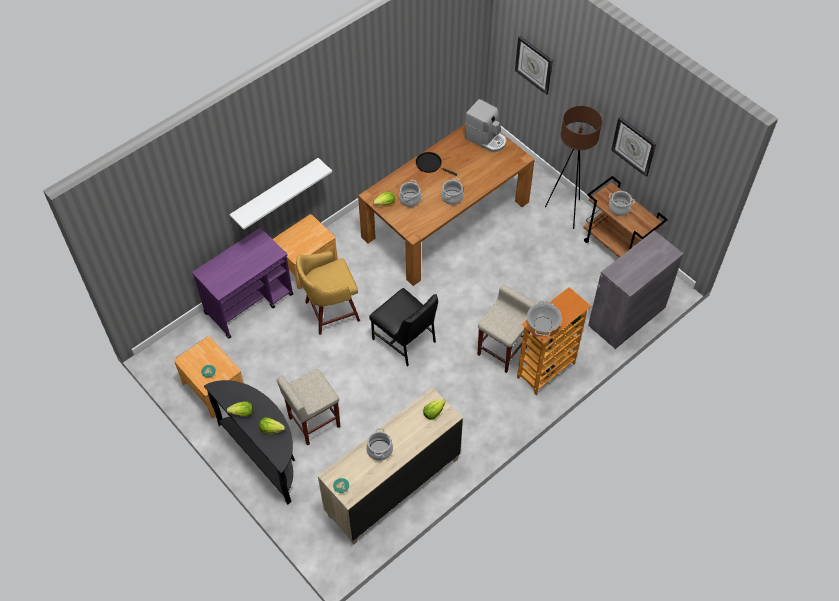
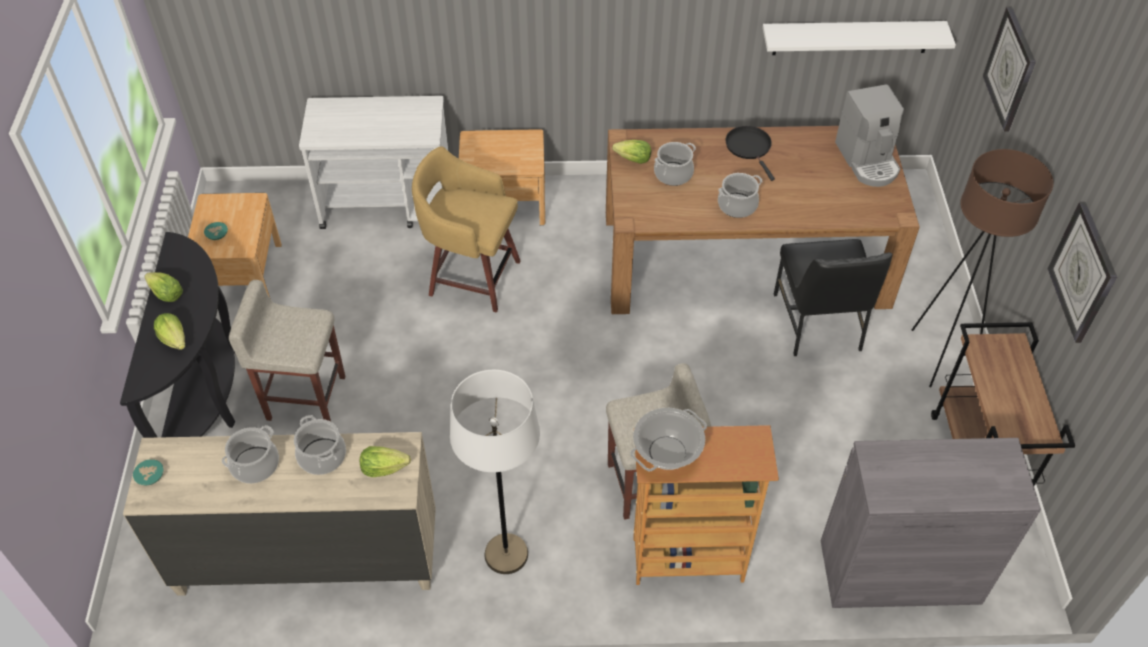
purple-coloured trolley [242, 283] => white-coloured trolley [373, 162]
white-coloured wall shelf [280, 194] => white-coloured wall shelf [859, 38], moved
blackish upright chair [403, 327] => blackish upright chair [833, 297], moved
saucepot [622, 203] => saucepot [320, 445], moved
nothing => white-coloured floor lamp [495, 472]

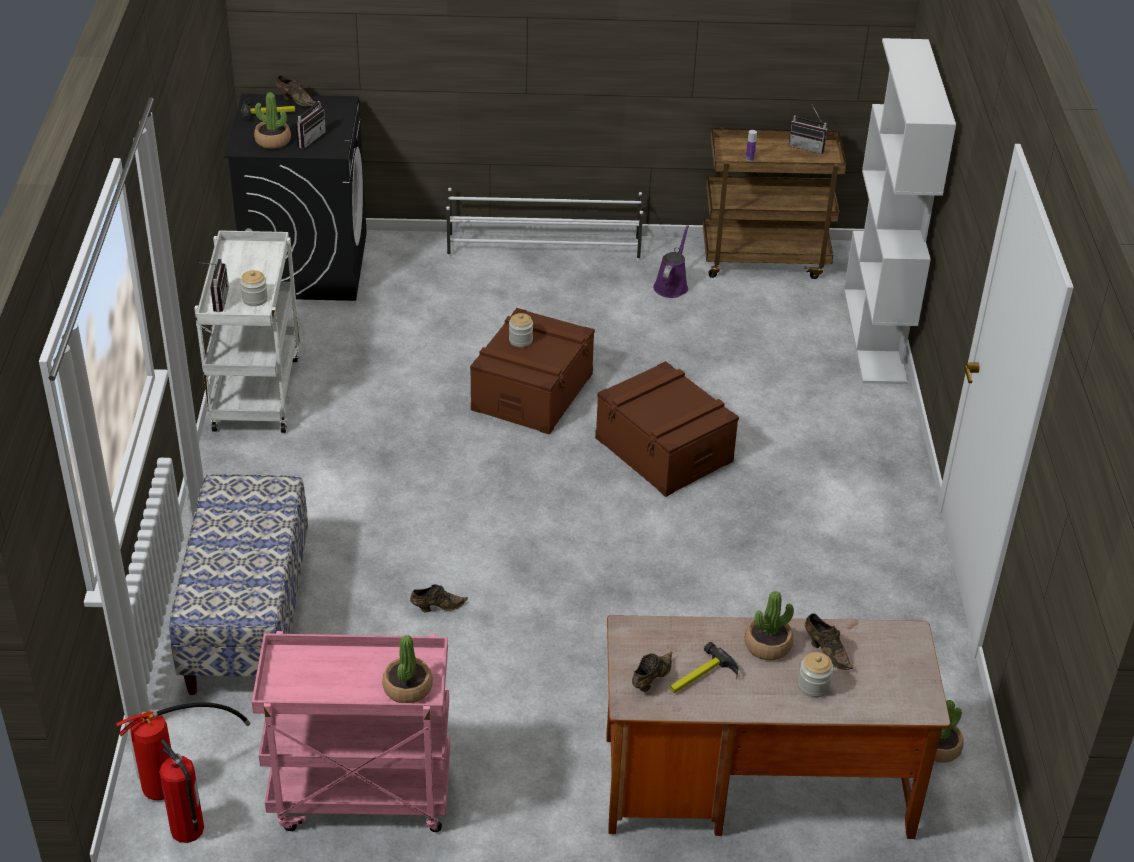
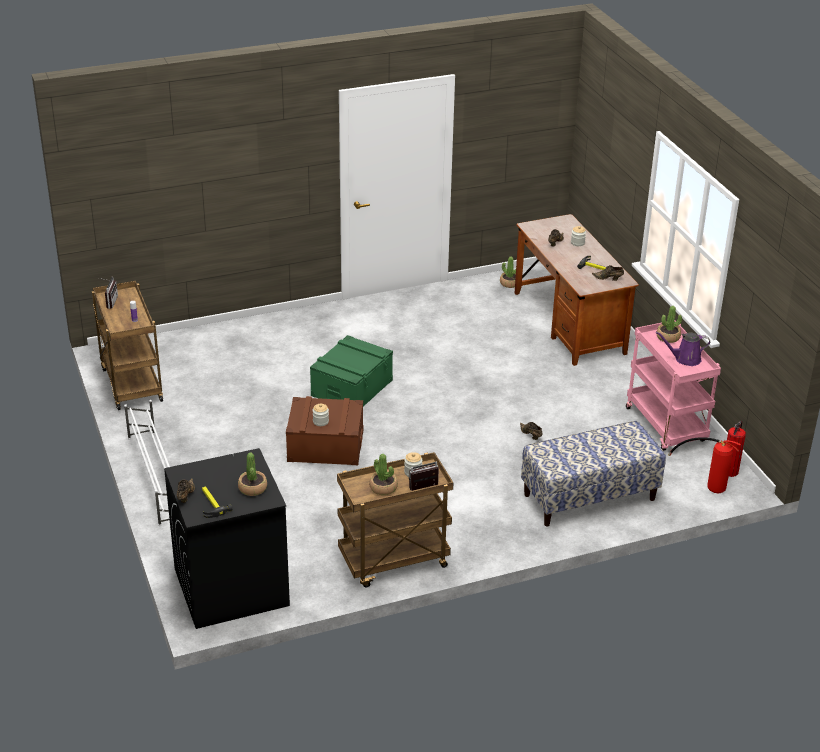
white-coloured trolley [247, 331] => brownish trolley [395, 520]
radio [310, 123] => nothing
brownish storage bin [667, 429] => green storage bin [351, 371]
purple-coloured watering pot [671, 261] => purple-coloured watering pot [683, 349], moved
plant in a pot [769, 625] => plant in a pot [384, 474], moved
white-coloured shelving unit [900, 211] => nothing

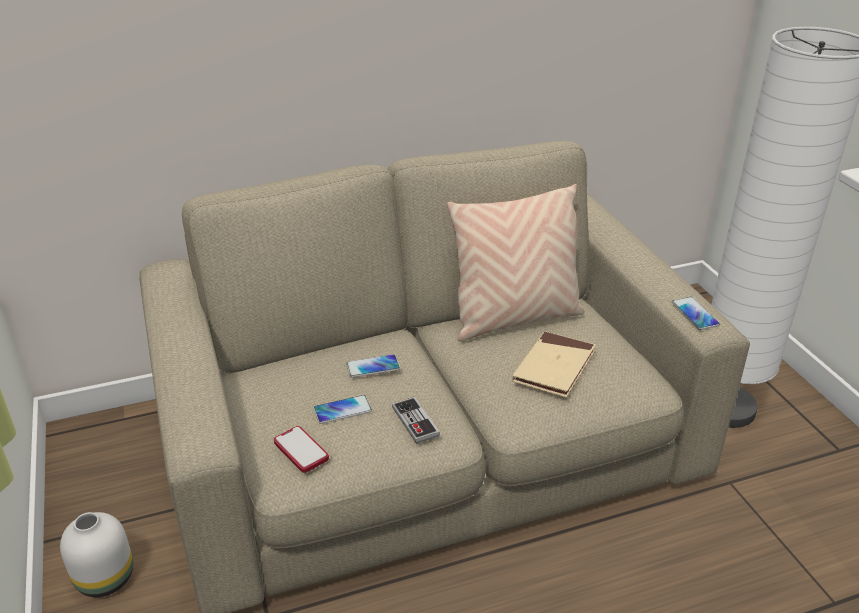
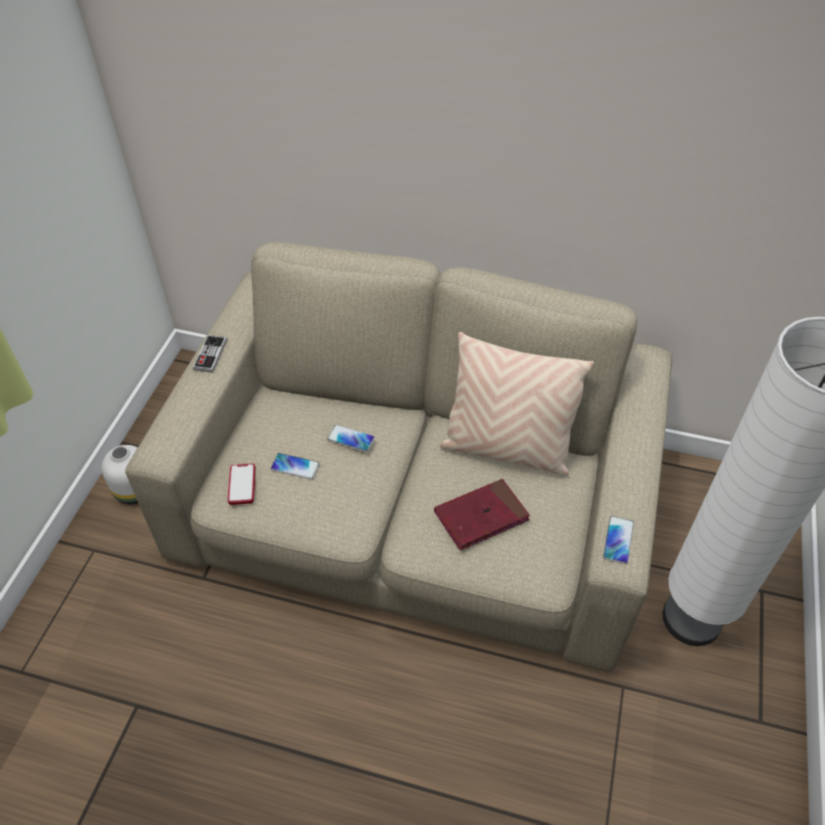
joypad [416, 420] => joypad [210, 354], moved
sand-coloured book [554, 364] => red book [482, 515]

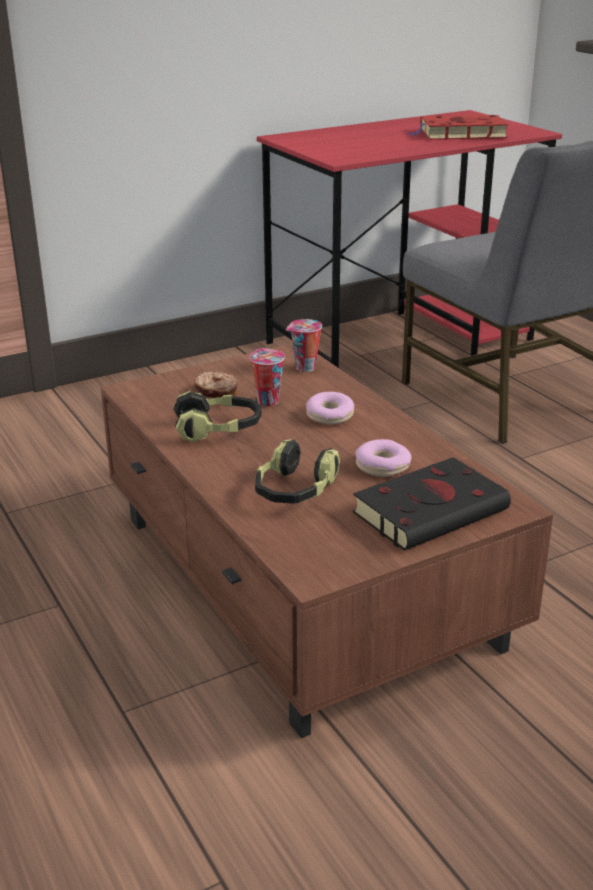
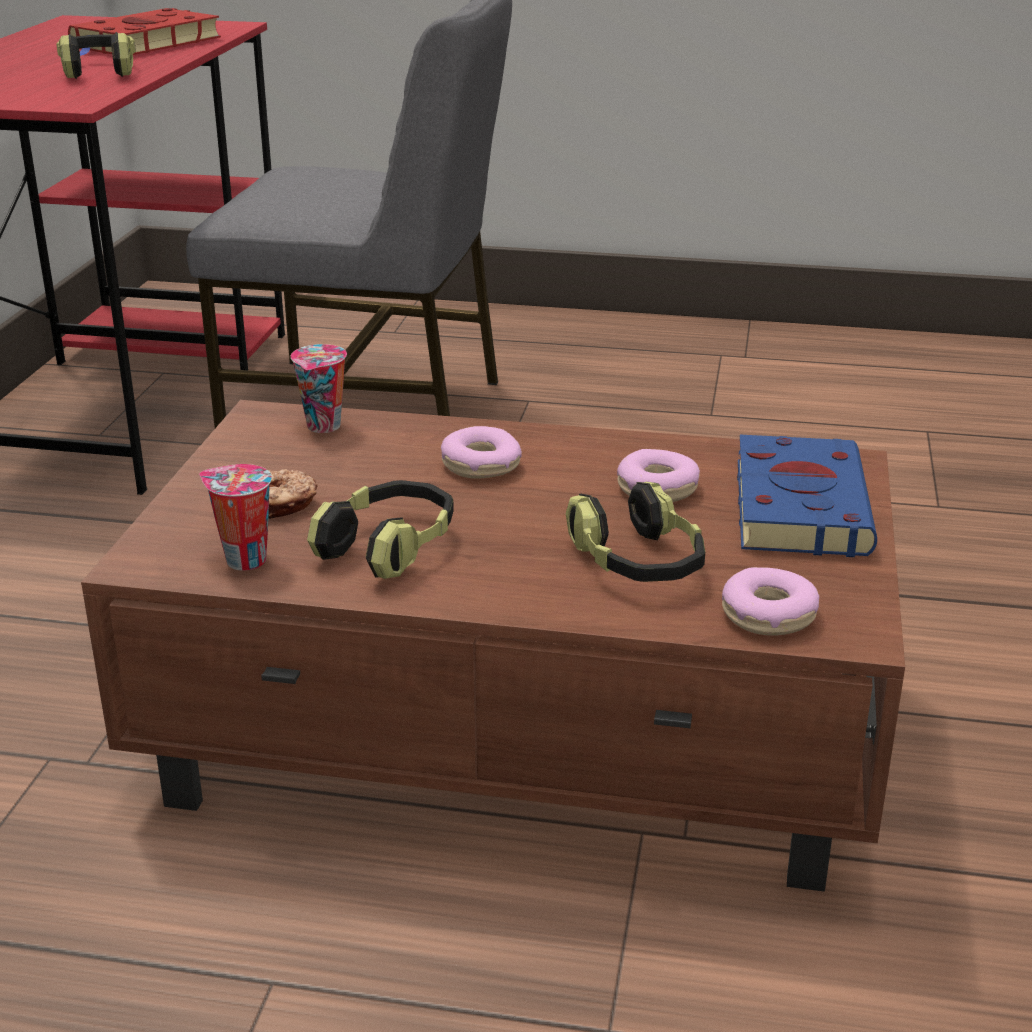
drinking cup [267, 377] => drinking cup [235, 517], moved
blackish book [432, 504] => blue book [807, 496]
nothing => pair of headphones [96, 55]
nothing => ring doughnut [770, 601]

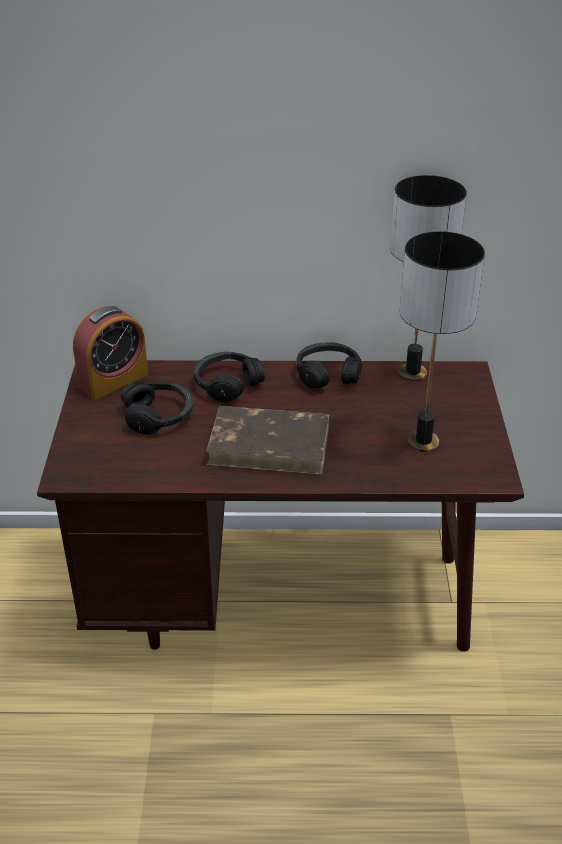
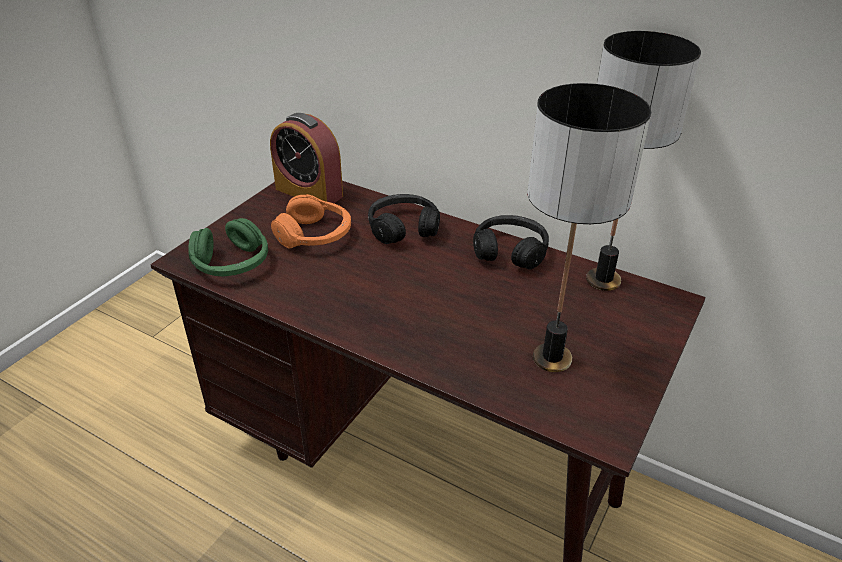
bedside clock [110, 353] => bedside clock [306, 158], 45 degrees clockwise
blackish pair of headphones [157, 408] => orange pair of headphones [311, 221]
brownish book [268, 440] => nothing
nothing => green pair of headphones [228, 247]

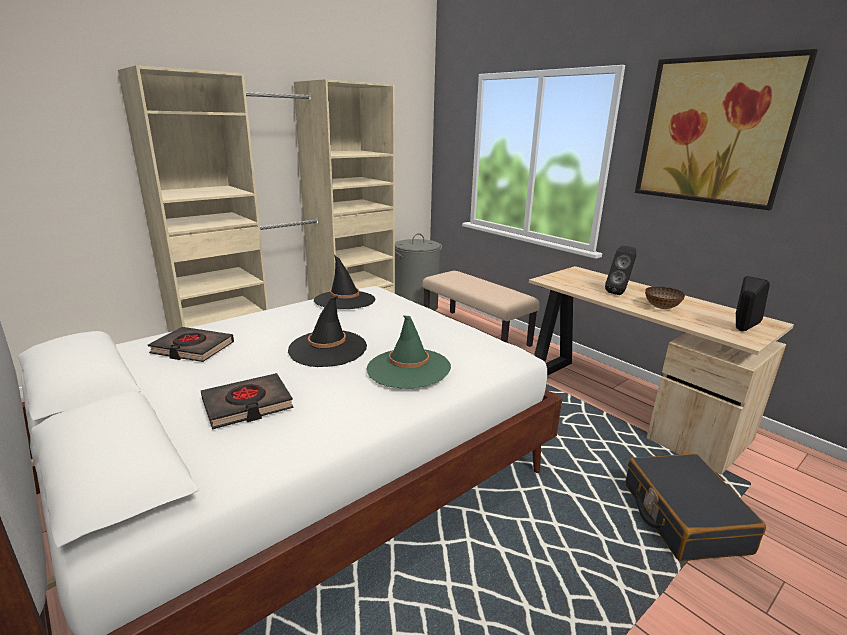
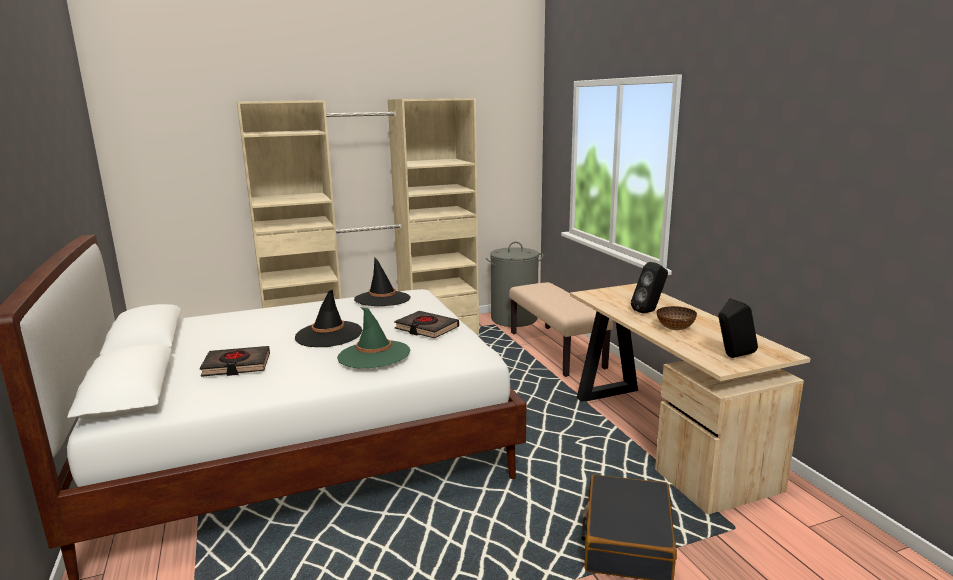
blackish book [191, 344] => blackish book [426, 324], moved
picture [726, 129] => nothing

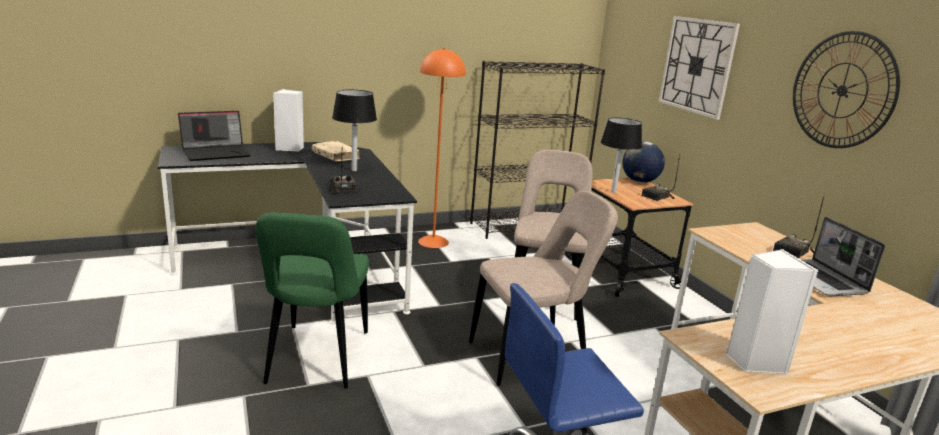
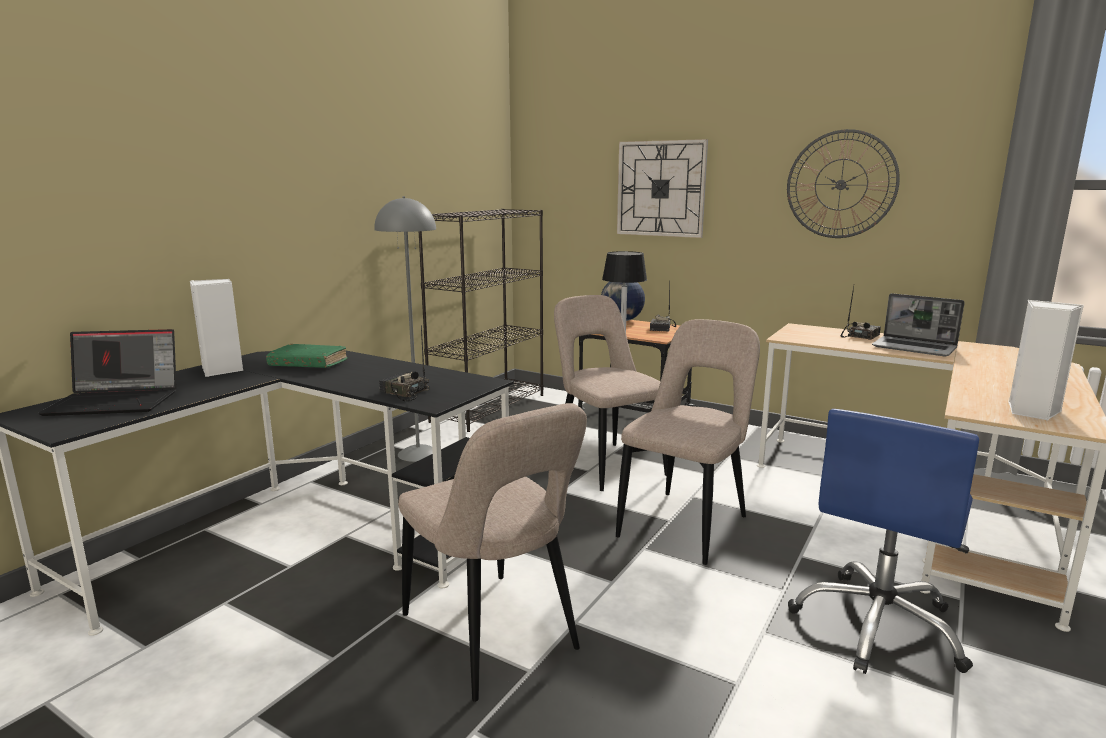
notebook computer [214, 136] => notebook computer [107, 372], 60 degrees clockwise
green upright chair [312, 300] => sand-coloured upright chair [492, 552]
sand-coloured book [336, 151] => green book [306, 356]
blackish lamp for a table [354, 130] => nothing
orange floor lamp [442, 148] => greyish floor lamp [405, 329]
radio [798, 227] => radio [861, 313], 150 degrees counterclockwise

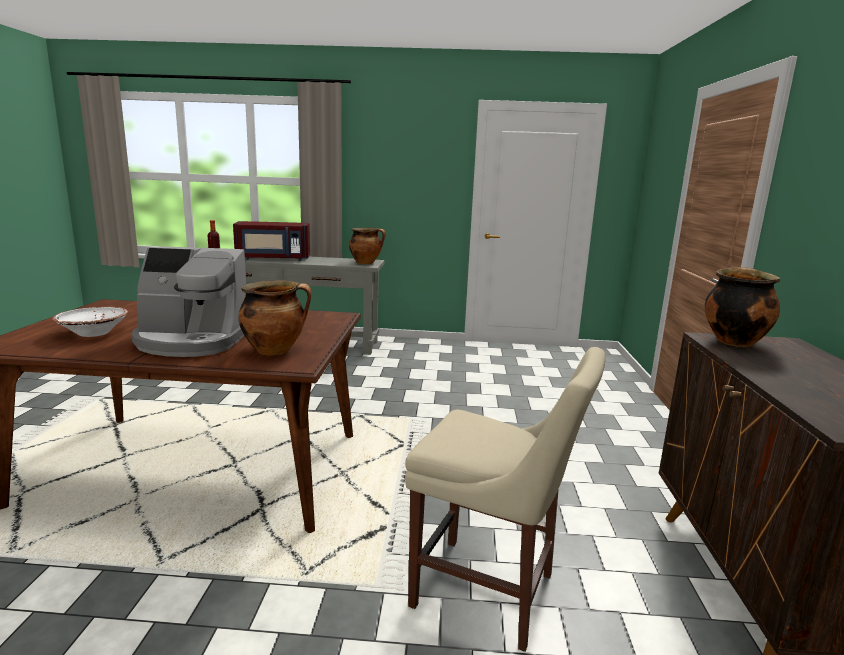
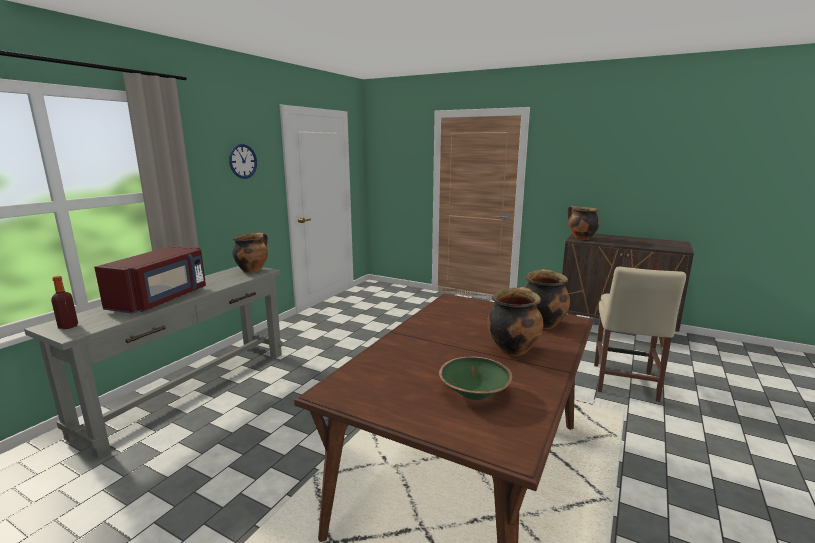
white-coloured bowl [90, 322] => green bowl [475, 378]
coffee brewer [188, 301] => saucepot [515, 321]
sand-coloured upright chair [505, 499] => sand-coloured upright chair [640, 334], 150 degrees clockwise
nothing => clock on the wall [243, 161]

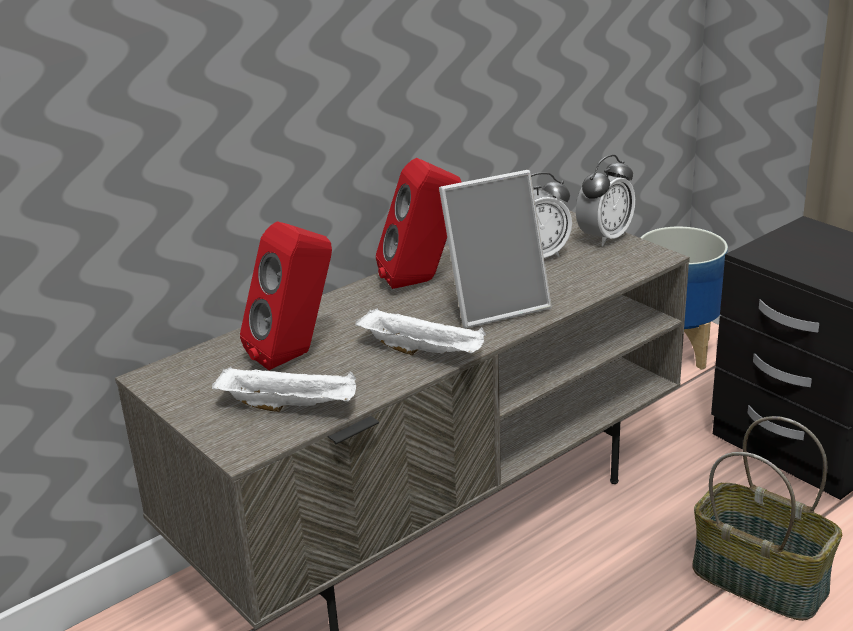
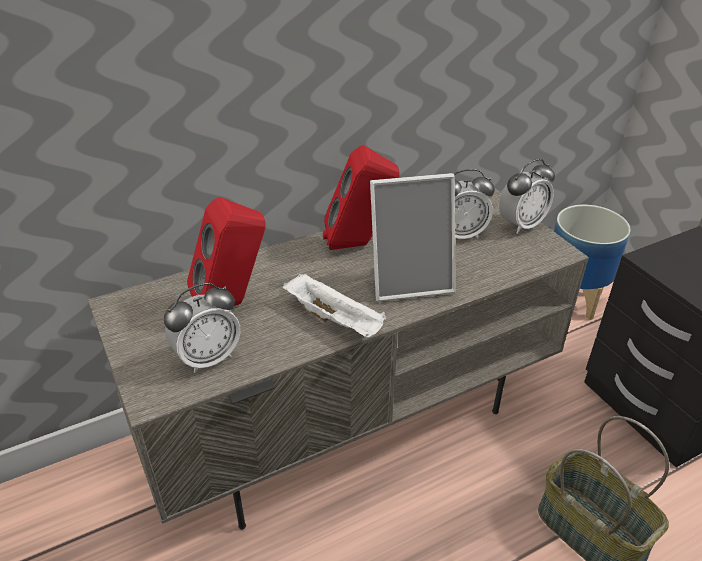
white-coloured carrying tray [284, 389] => bedside clock [202, 328]

